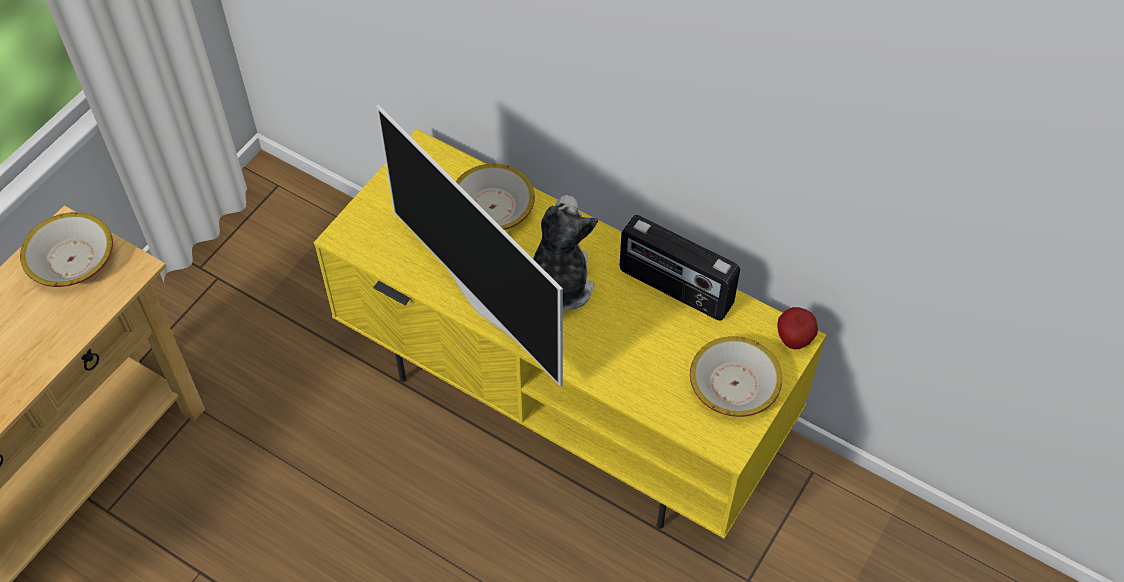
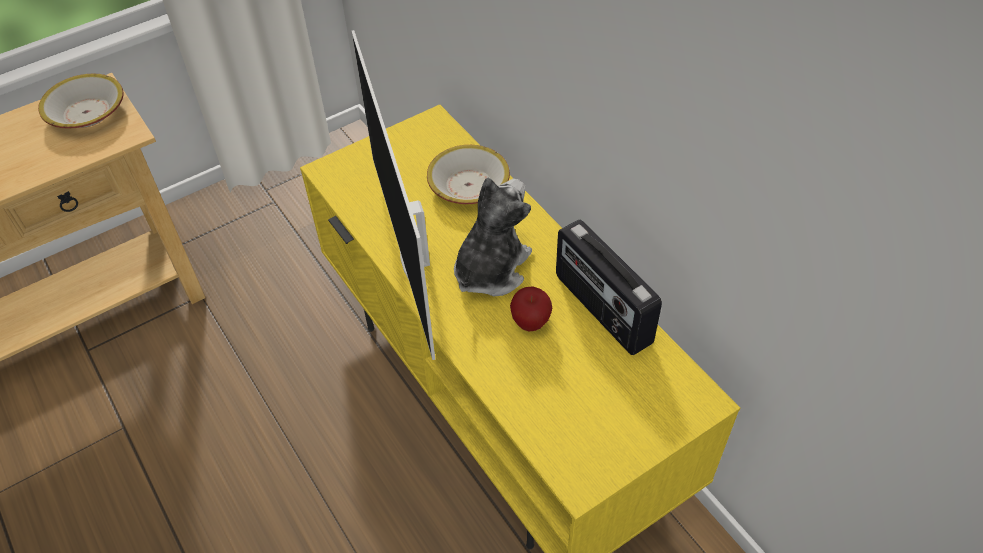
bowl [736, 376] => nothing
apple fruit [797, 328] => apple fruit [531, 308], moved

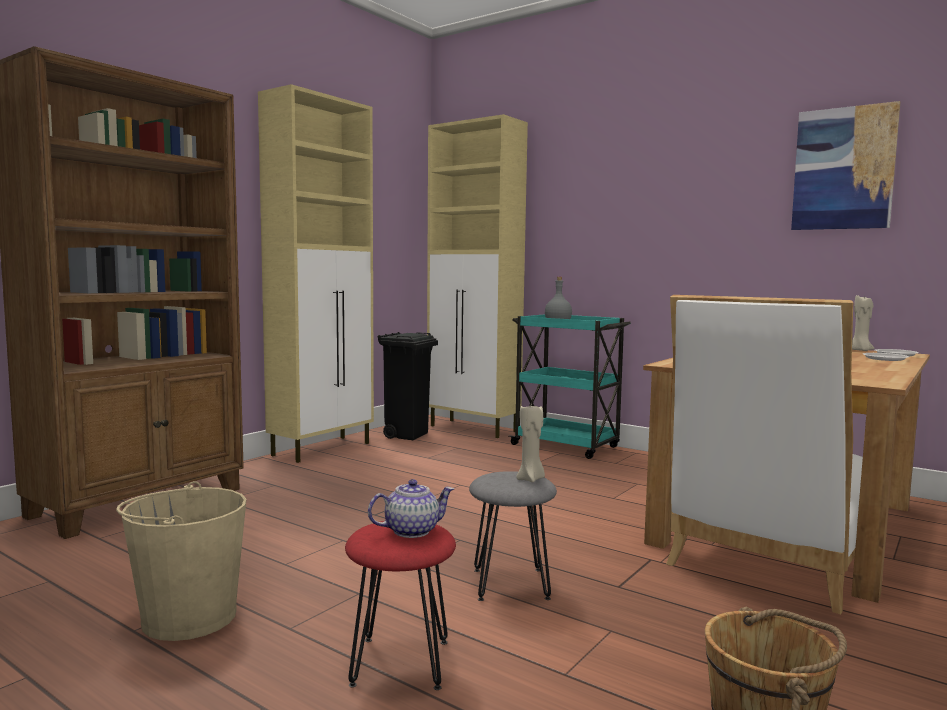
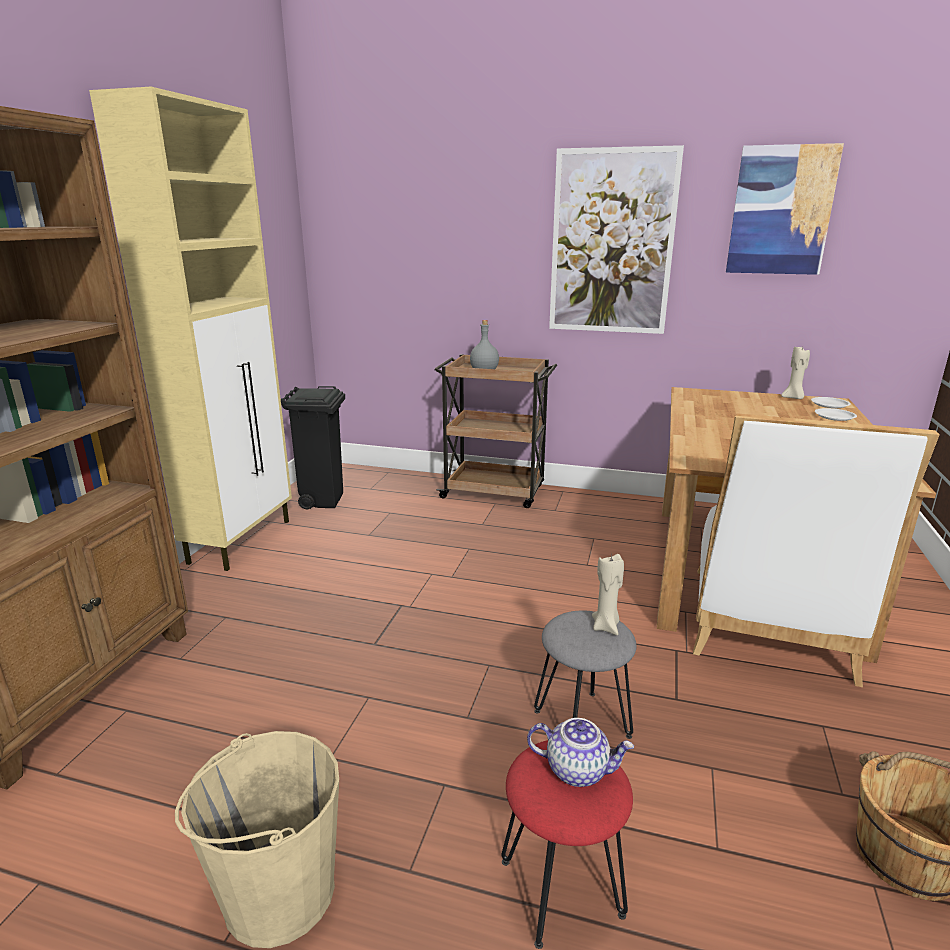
pot for tea [411, 508] => pot for tea [580, 752], 60 degrees clockwise
sand-coloured cabinet [477, 276] => nothing
turquoise-coloured trolley [570, 386] => brownish trolley [495, 431]
nothing => picture [616, 239]

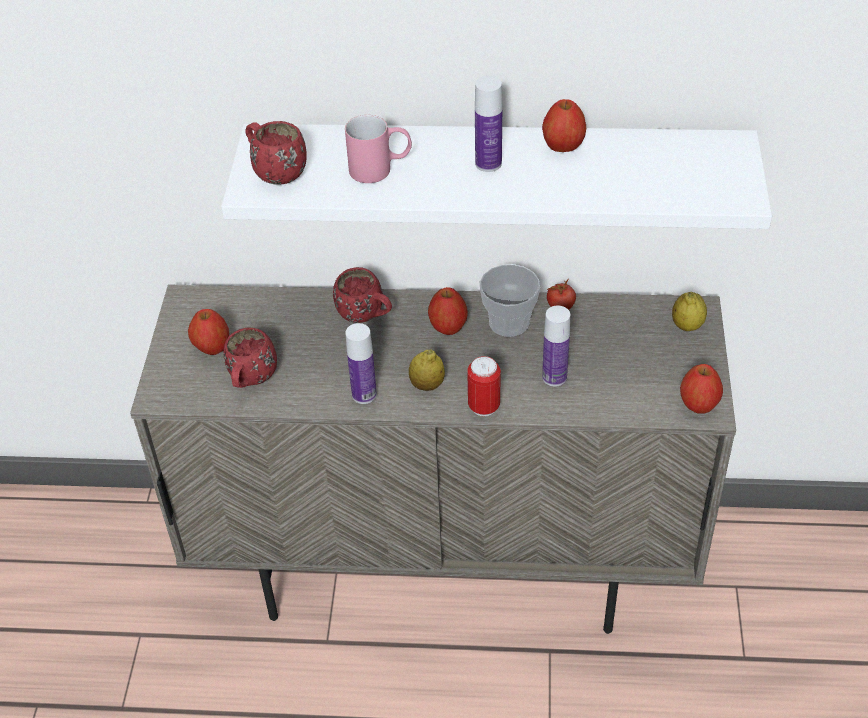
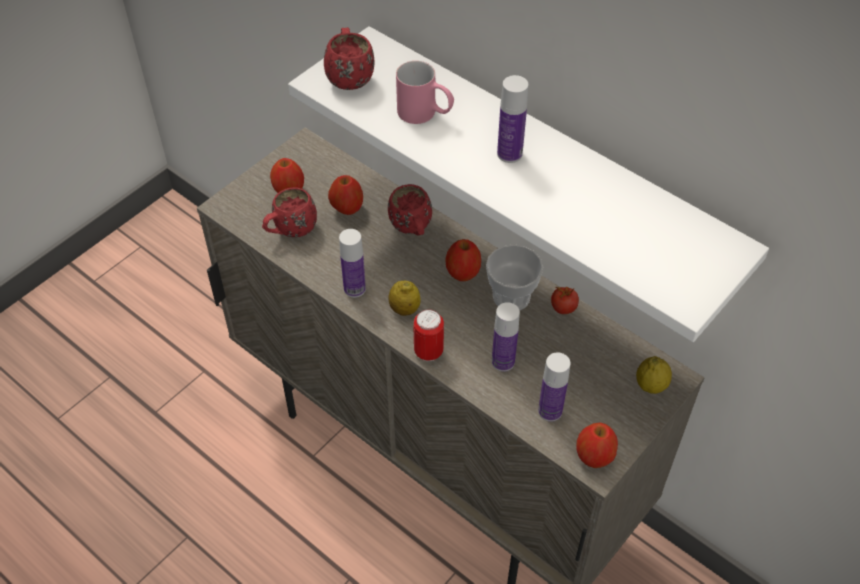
apple fruit [564, 125] => apple fruit [345, 195], moved
nothing => bottle [554, 387]

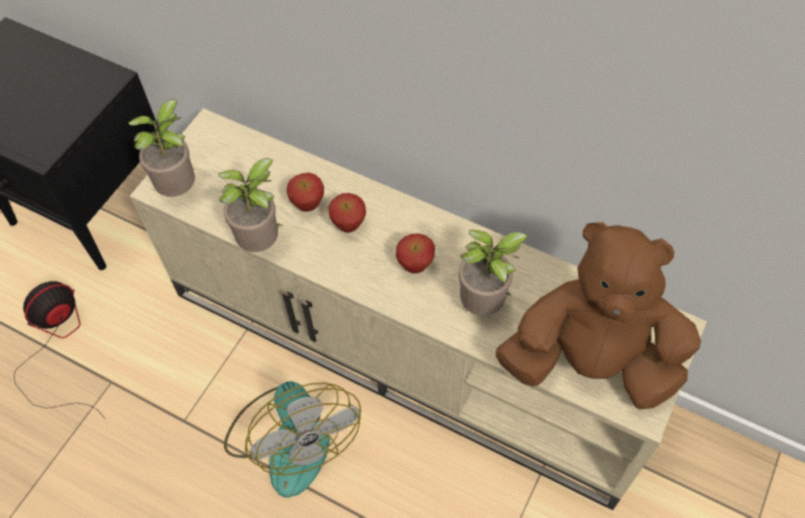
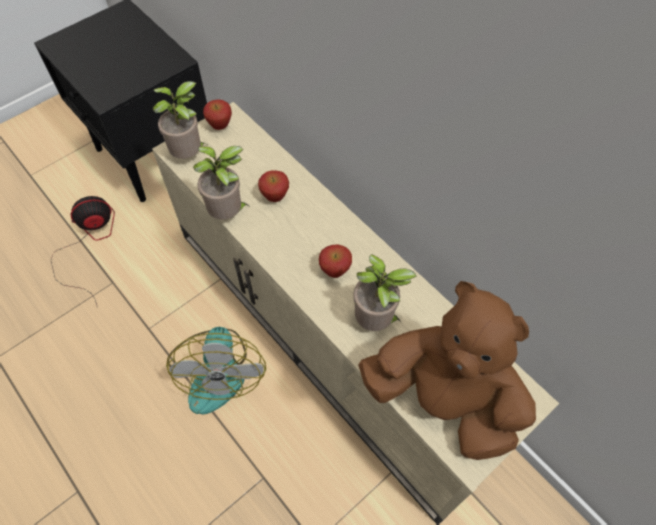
apple fruit [347, 213] => apple fruit [217, 114], moved

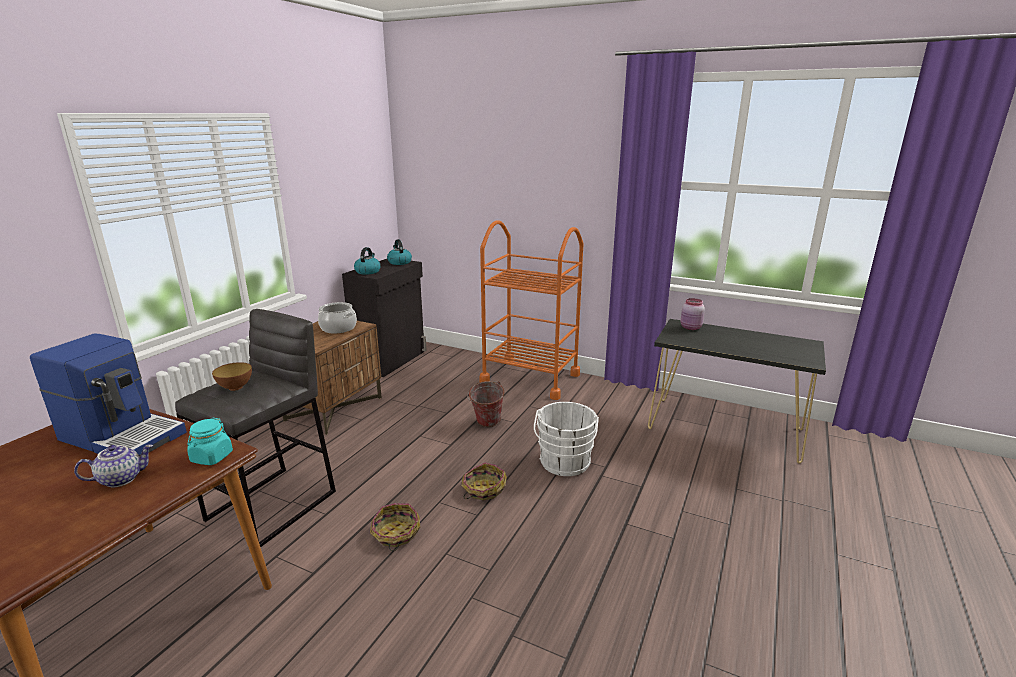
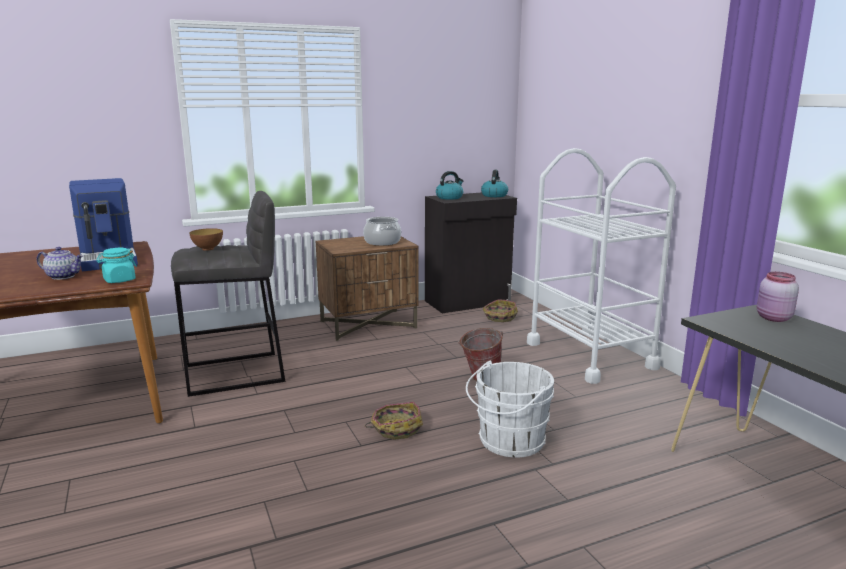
household basket [395, 527] => household basket [500, 310], moved
orange trolley [531, 310] => white-coloured trolley [601, 266]

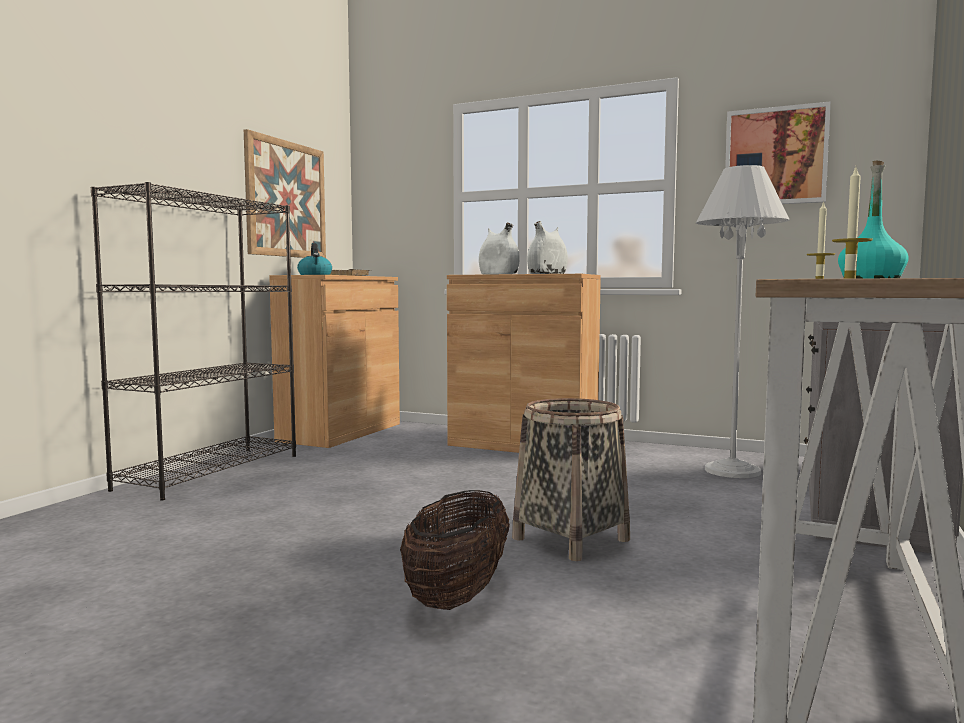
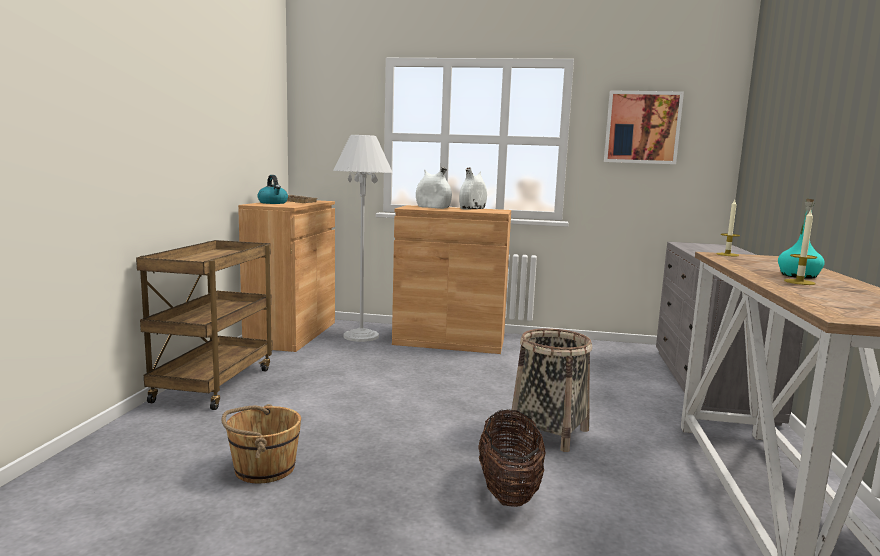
blackish shelving unit [193, 341] => brownish trolley [204, 325]
picture [285, 193] => nothing
white-coloured floor lamp [743, 321] => white-coloured floor lamp [363, 238], moved
nothing => brownish pail [261, 444]

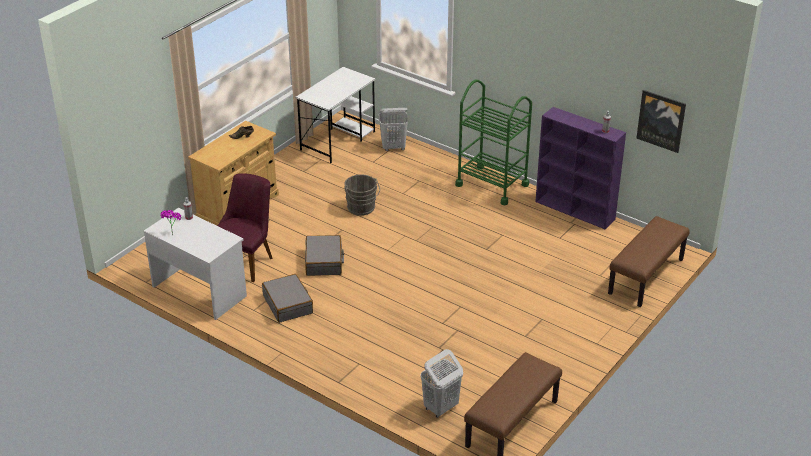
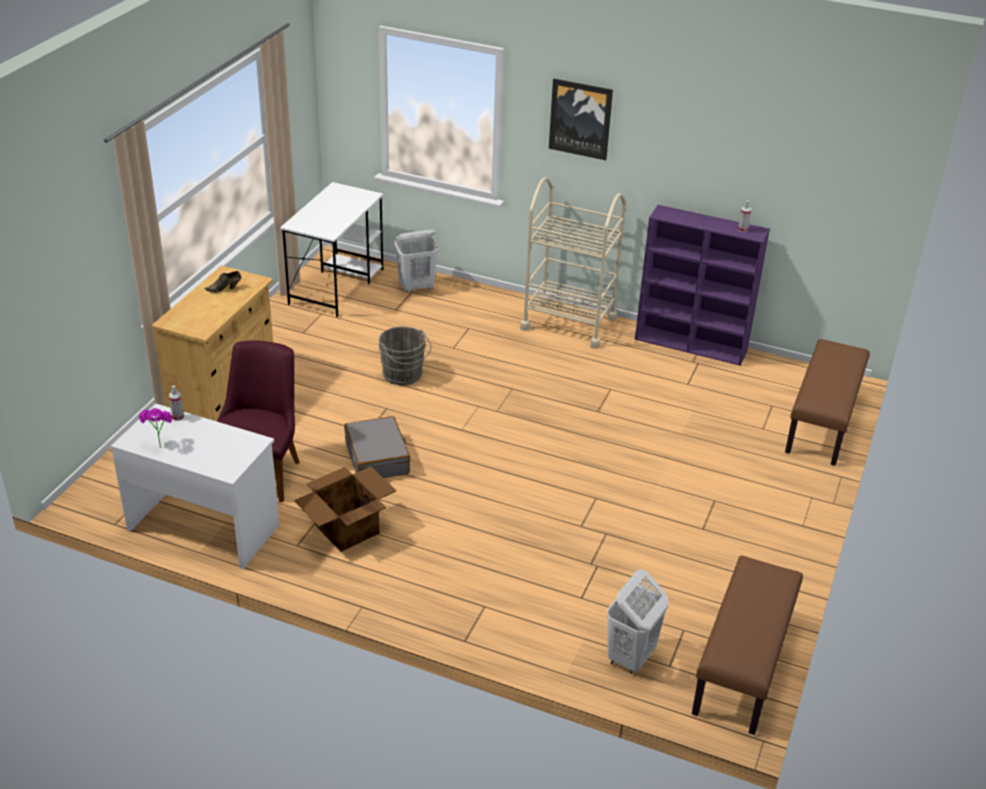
greyish suitcase [287, 298] => carton [345, 509]
green trolley [493, 142] => sand-coloured trolley [573, 263]
picture [661, 121] => picture [581, 119], moved

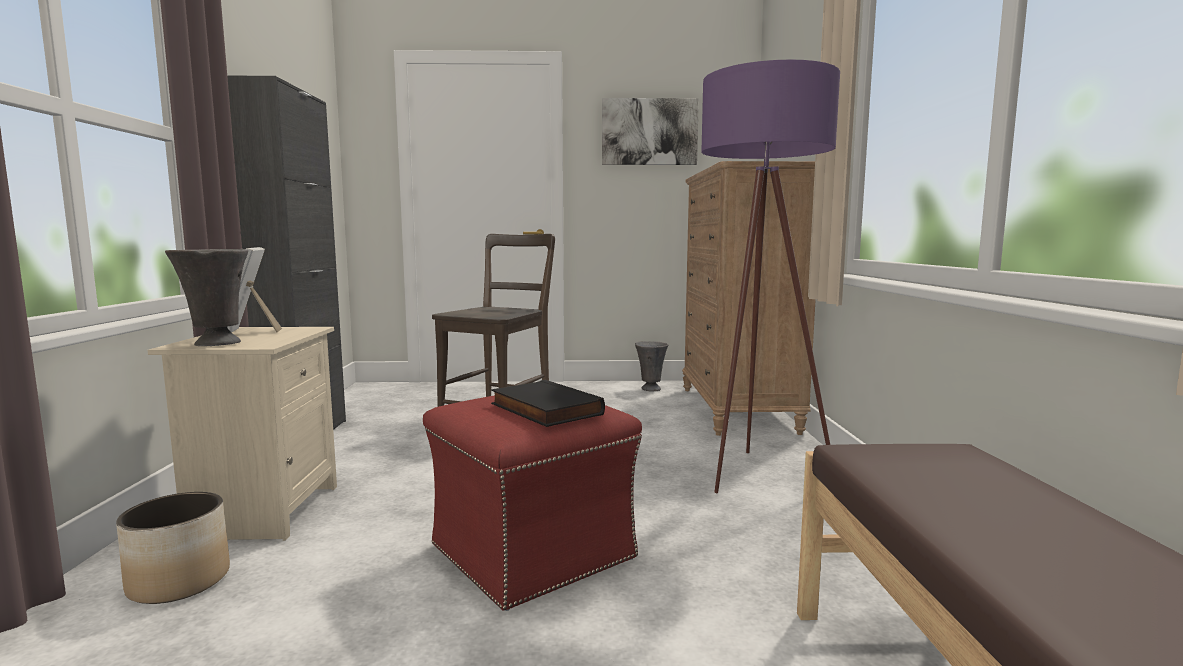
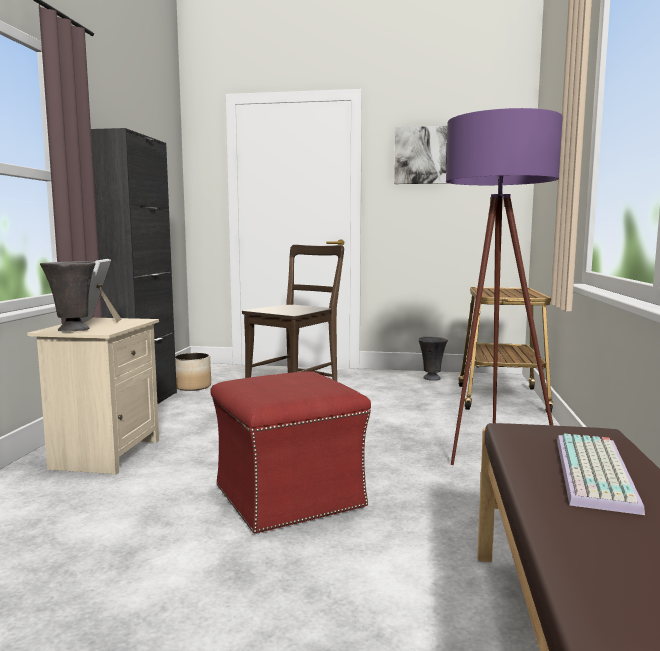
plant pot [173, 548] => plant pot [193, 372], moved
blackish book [548, 403] => nothing
brownish drawer chest [749, 298] => trolley [505, 350]
nothing => PC keyboard [601, 474]

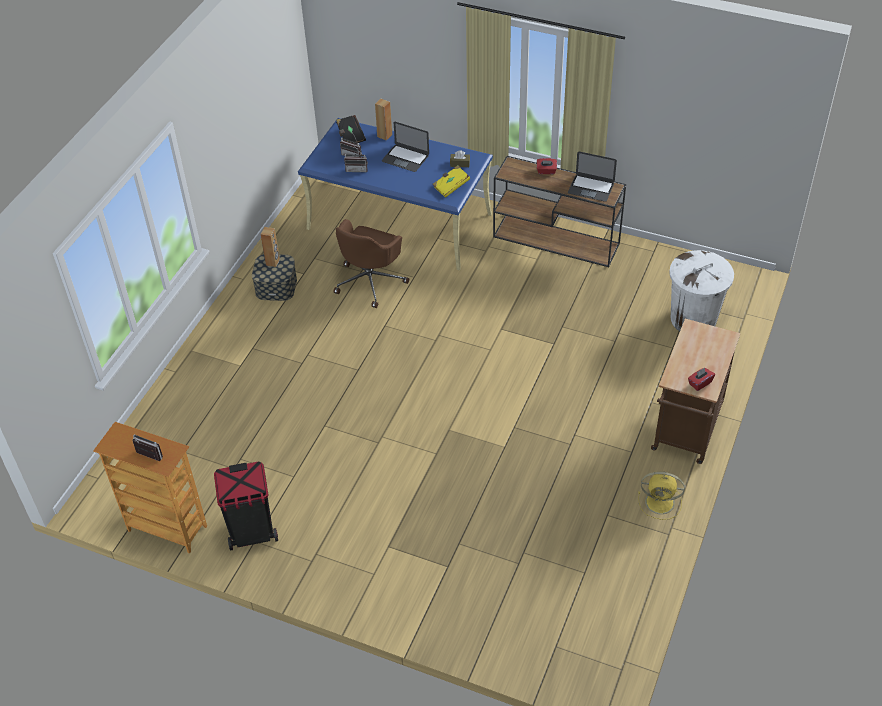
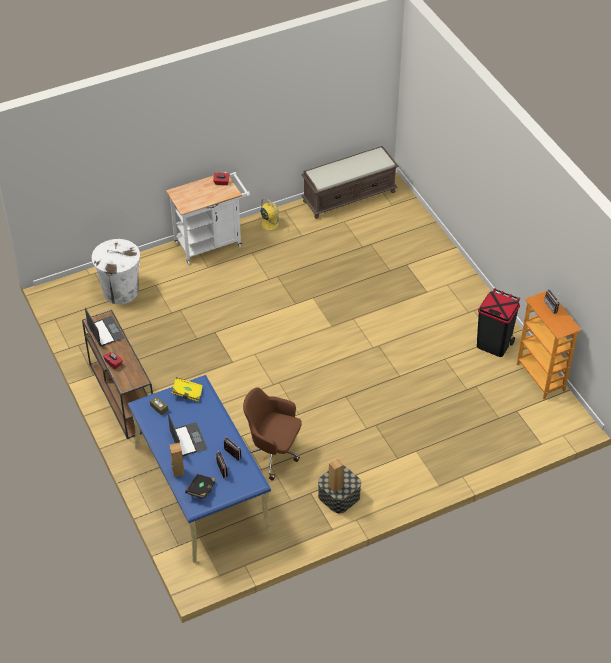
brownish desk chair [371, 263] => brownish desk chair [272, 433], 135 degrees counterclockwise
brownish trolley [695, 391] => white-coloured trolley [208, 218]
nothing => brownish bench [350, 182]

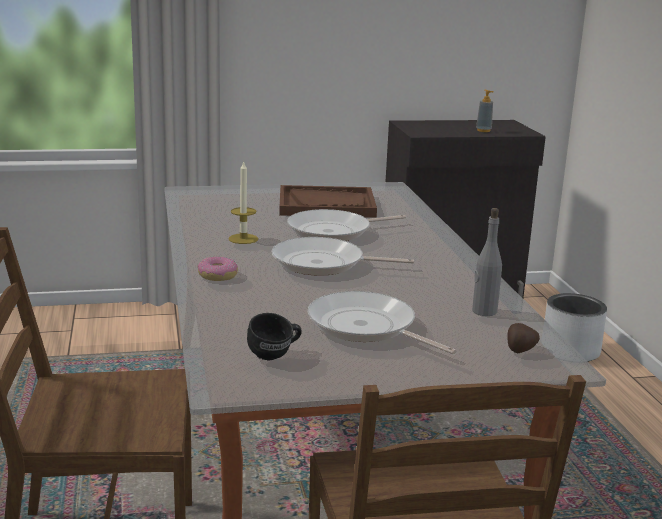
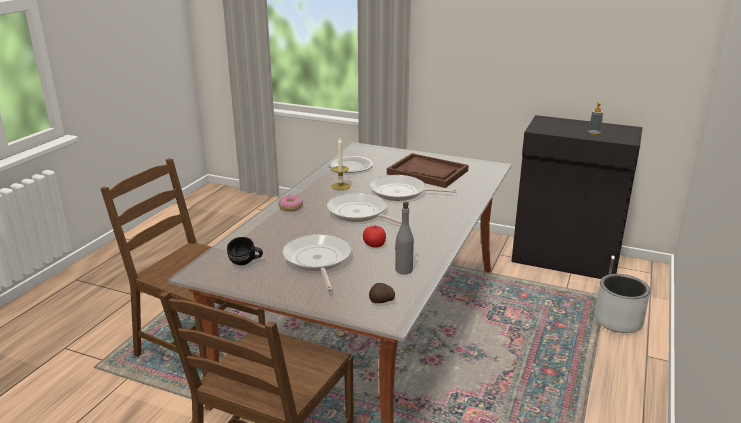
nothing => flat dish [350, 164]
nothing => whole tomato [374, 237]

